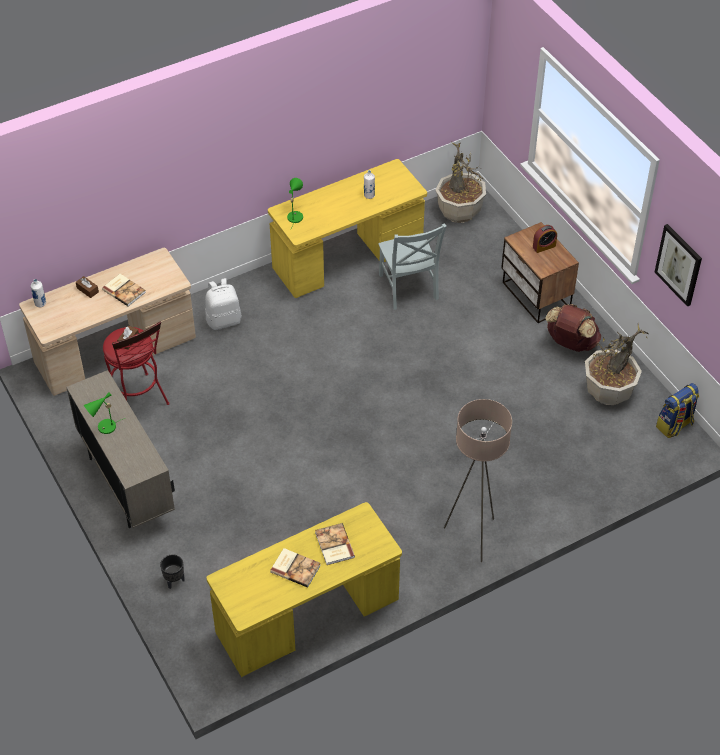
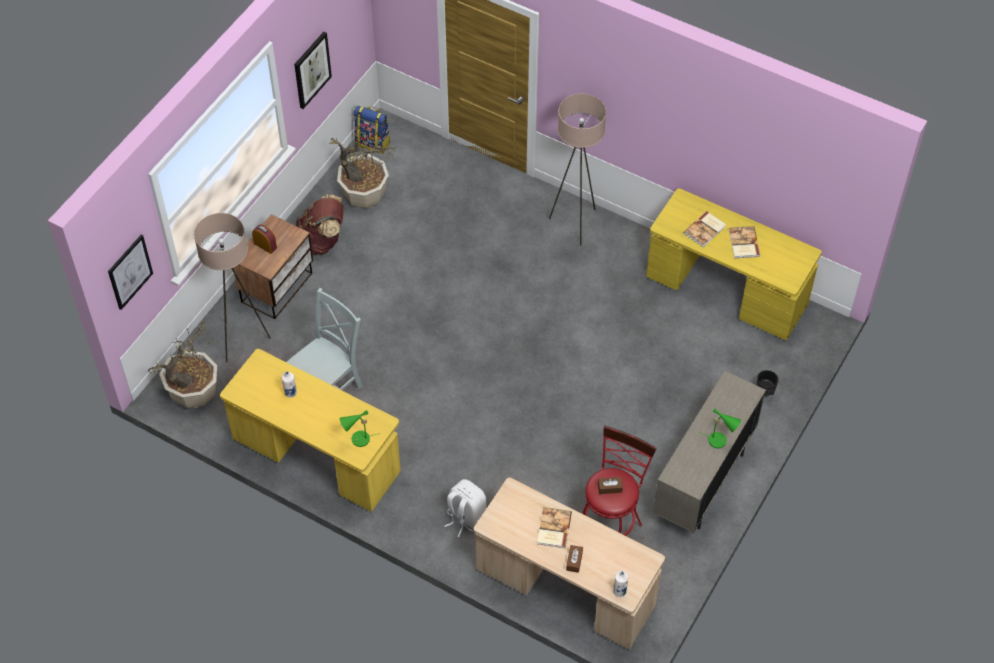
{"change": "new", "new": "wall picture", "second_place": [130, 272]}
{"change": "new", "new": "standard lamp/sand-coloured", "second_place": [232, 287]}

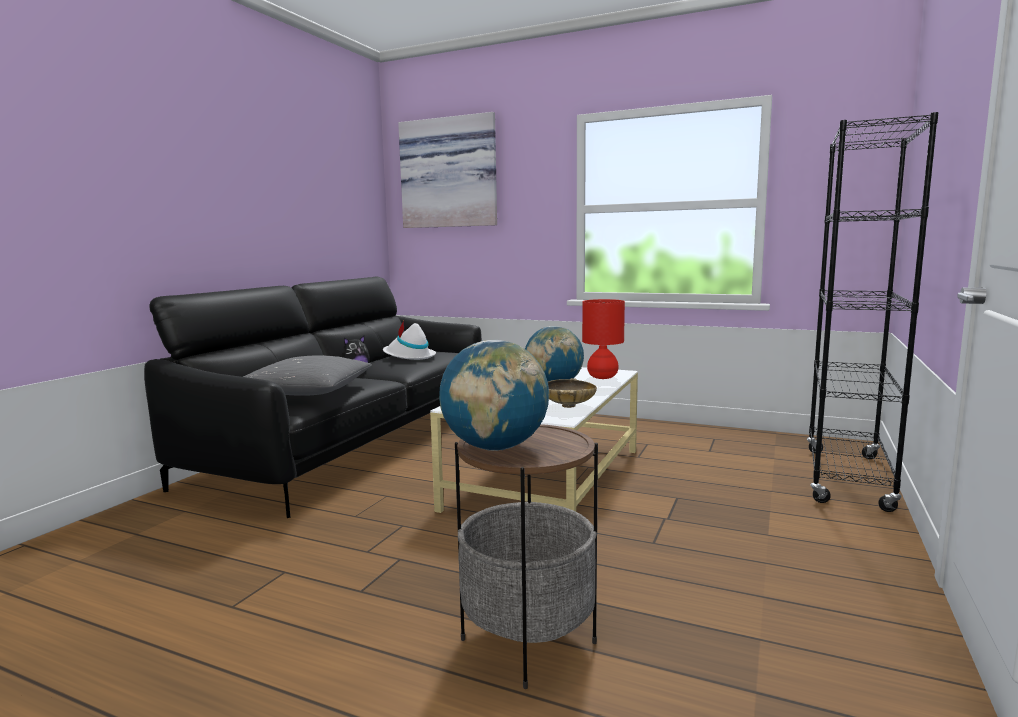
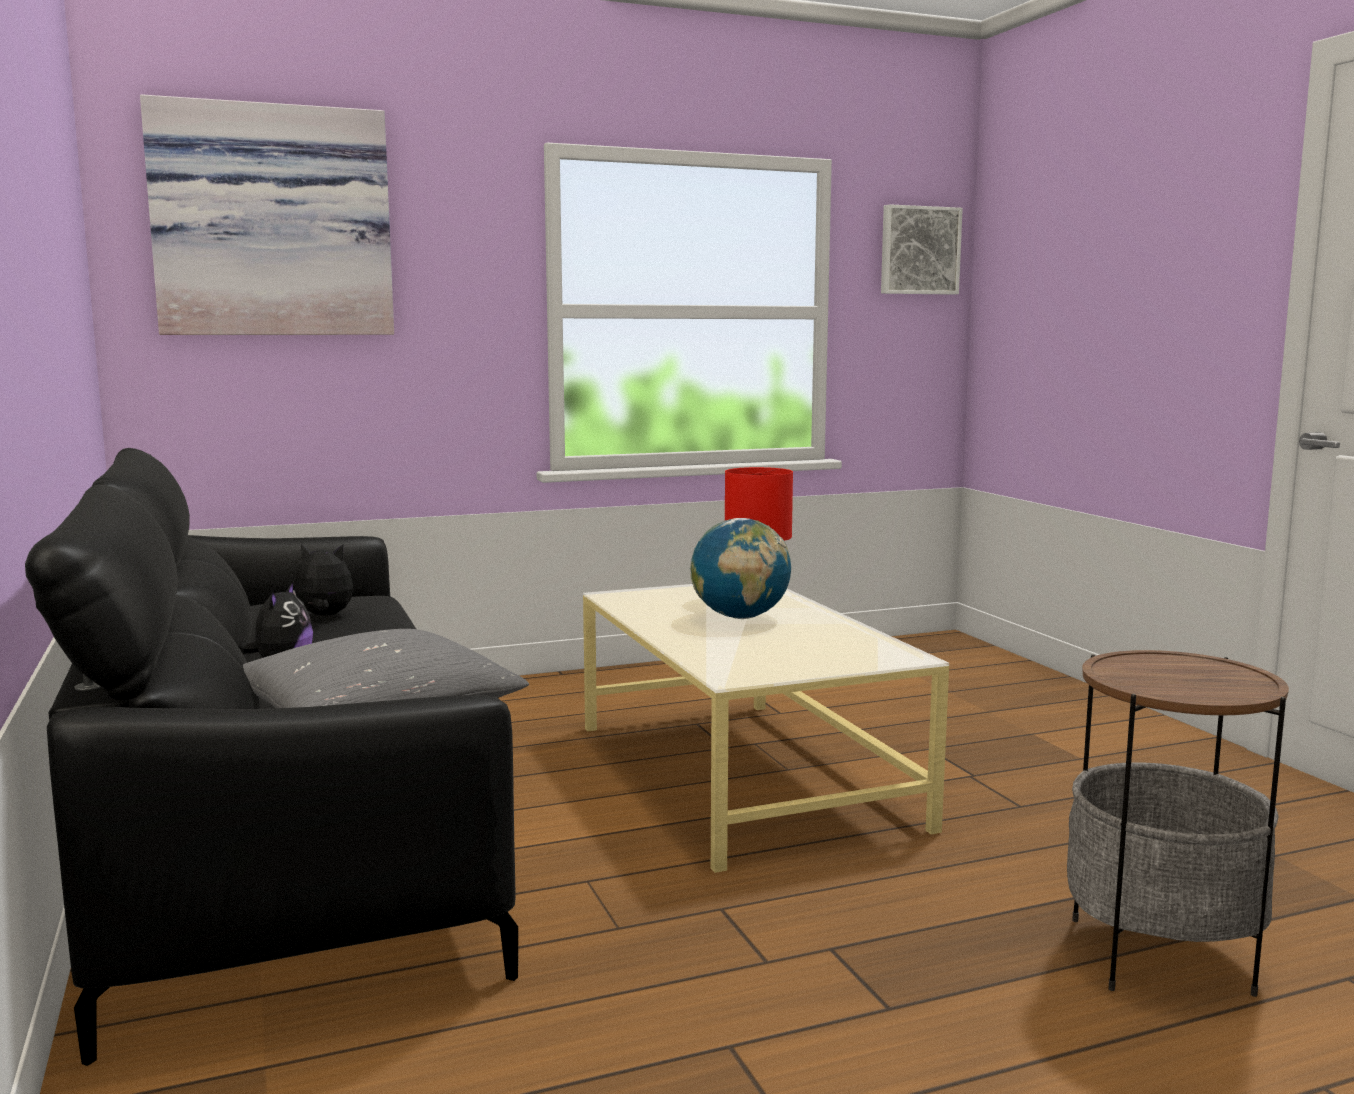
{"change": "swapped", "old": "clothing hat/white-coloured", "new": "soft toy", "first_place": [409, 340], "second_place": [323, 580]}
{"change": "gone", "old": "desk globe", "first_place": [494, 395]}
{"change": "gone", "old": "deep dish/sand-coloured", "first_place": [572, 393]}
{"change": "gone", "old": "shelving unit/black-coloured", "first_place": [873, 312]}
{"change": "new", "new": "wall picture", "second_place": [922, 249]}

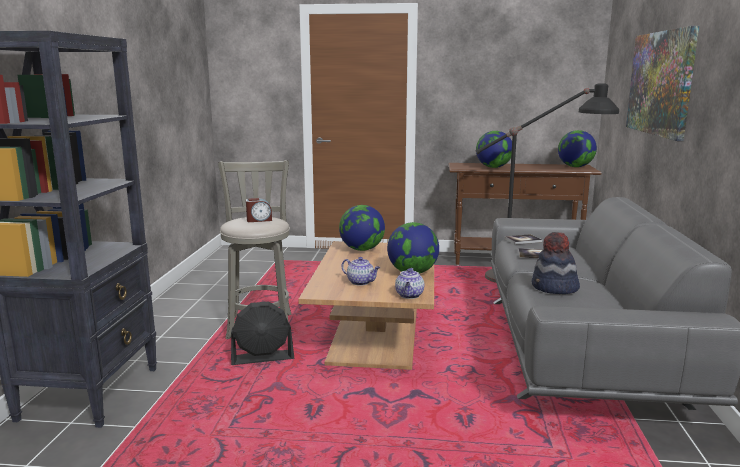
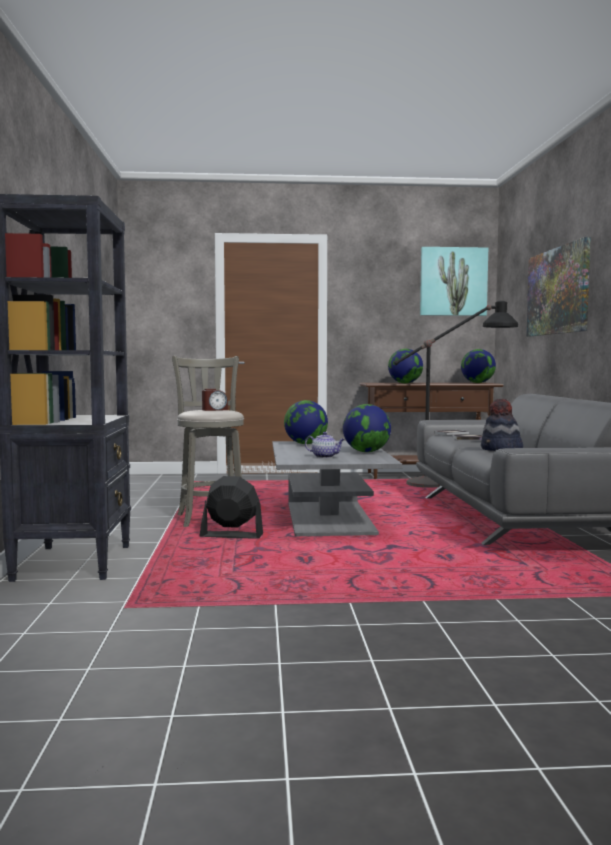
{"change": "rotated", "old": "electric fan/black-coloured", "first_place": [262, 333], "second_place": [231, 507], "degrees": -150}
{"change": "repainted", "old": "lounge table/brown", "new": "lounge table/gray", "first_place": [366, 305], "second_place": [337, 488]}
{"change": "gone", "old": "pot for tea", "first_place": [409, 283]}
{"change": "new", "new": "wall picture", "second_place": [454, 281]}

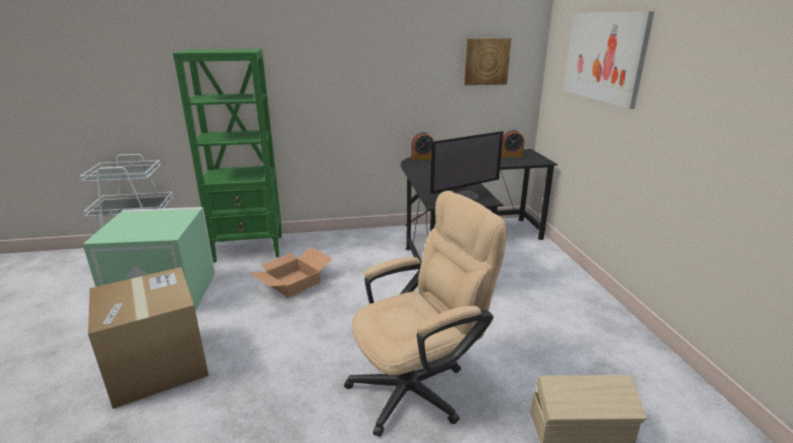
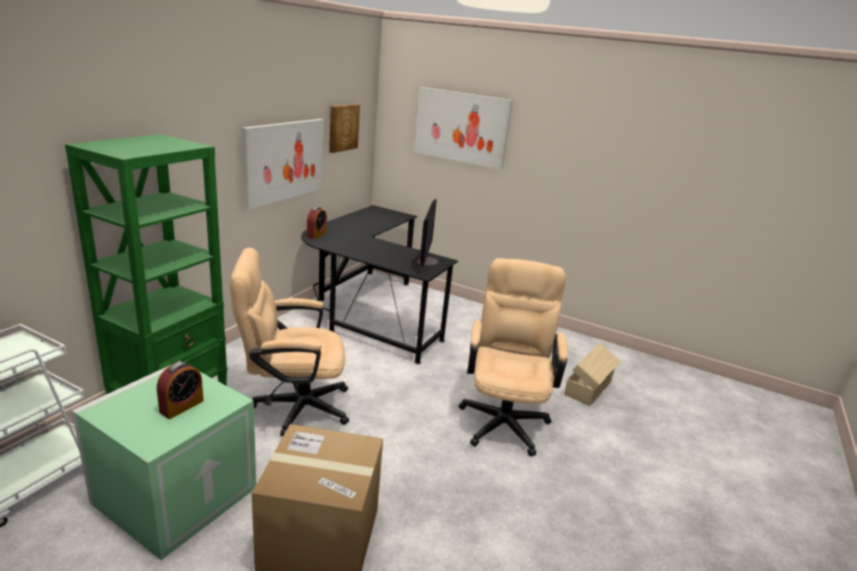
{"change": "swapped", "old": "packing box", "new": "desk chair/sand-coloured", "first_place": [291, 272], "second_place": [289, 342]}
{"change": "shifted", "old": "bedside clock", "first_place": [512, 143], "second_place": [180, 390]}
{"change": "new", "new": "wall picture", "second_place": [283, 164]}

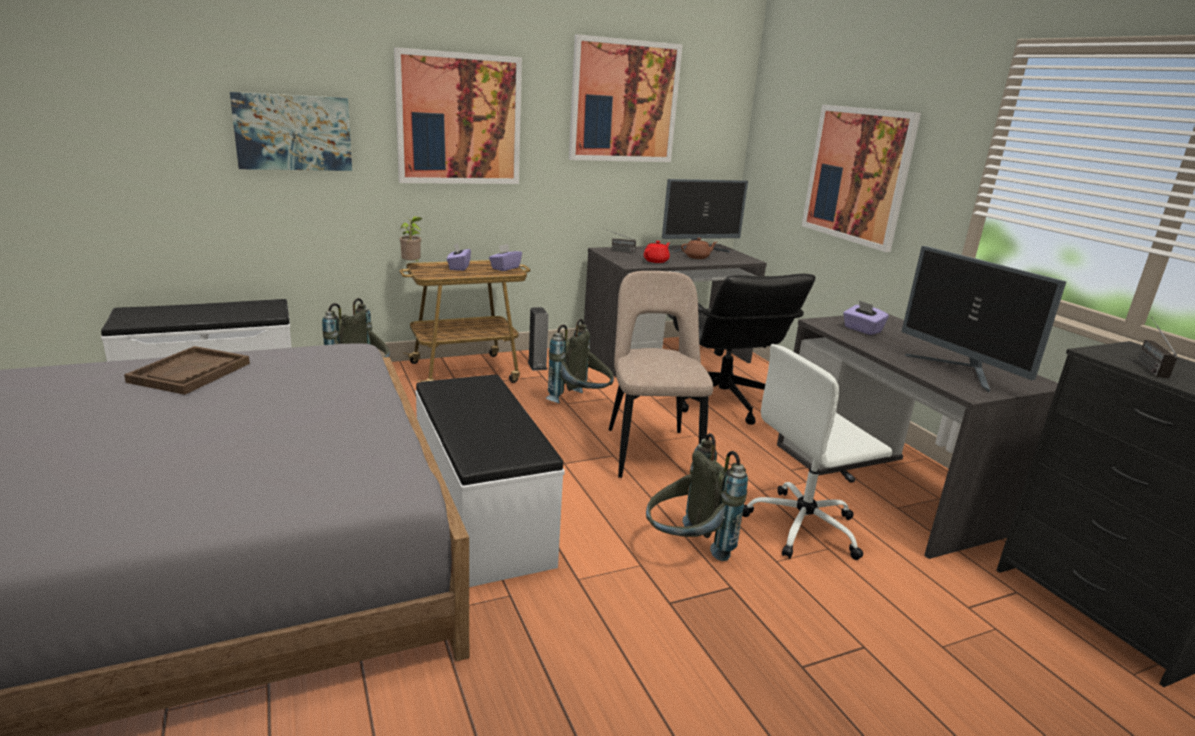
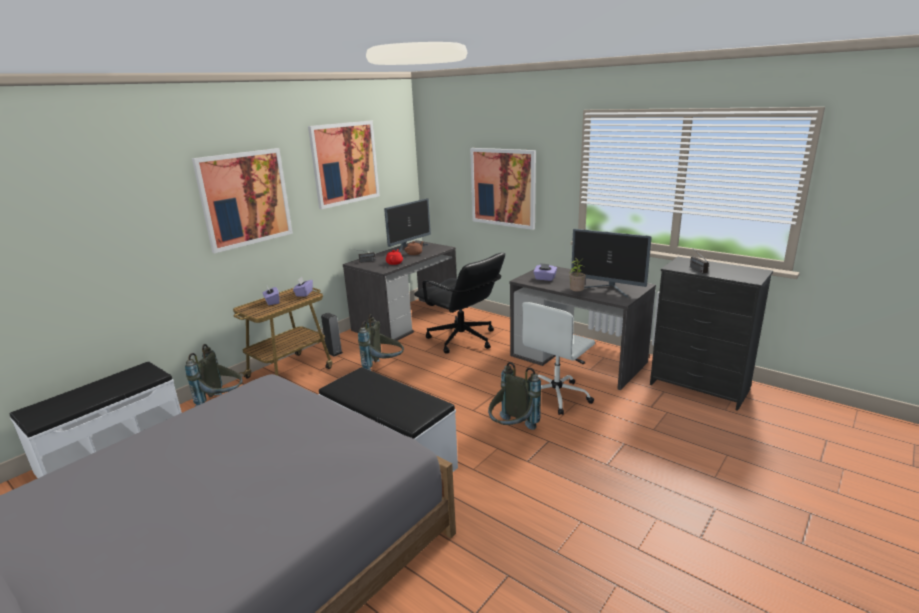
{"change": "gone", "old": "carrying tray/brown", "first_place": [187, 370]}
{"change": "gone", "old": "wall picture", "first_place": [291, 131]}
{"change": "shifted", "old": "plant in a pot", "first_place": [411, 239], "second_place": [578, 274]}
{"change": "gone", "old": "chair/sand-coloured", "first_place": [661, 374]}

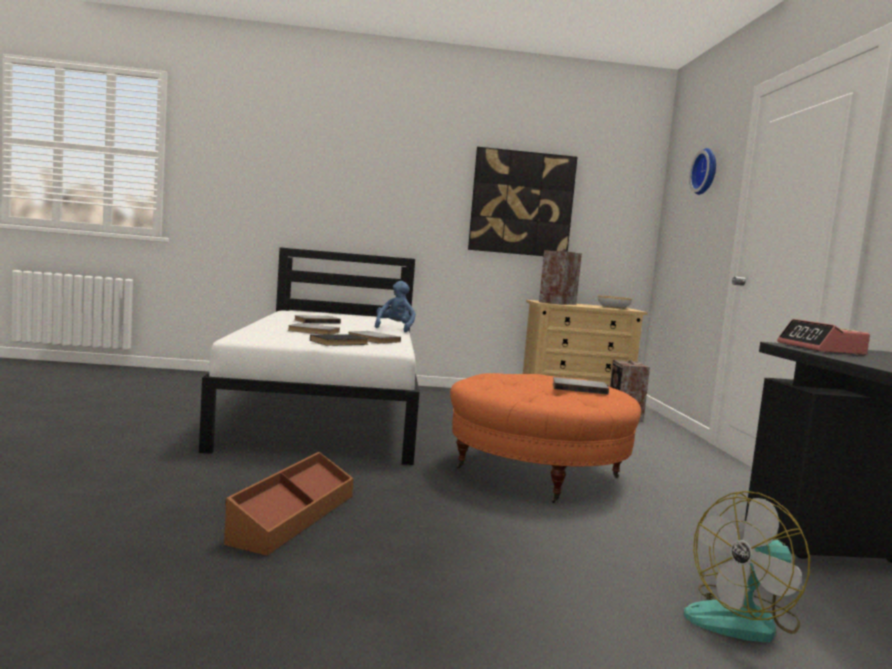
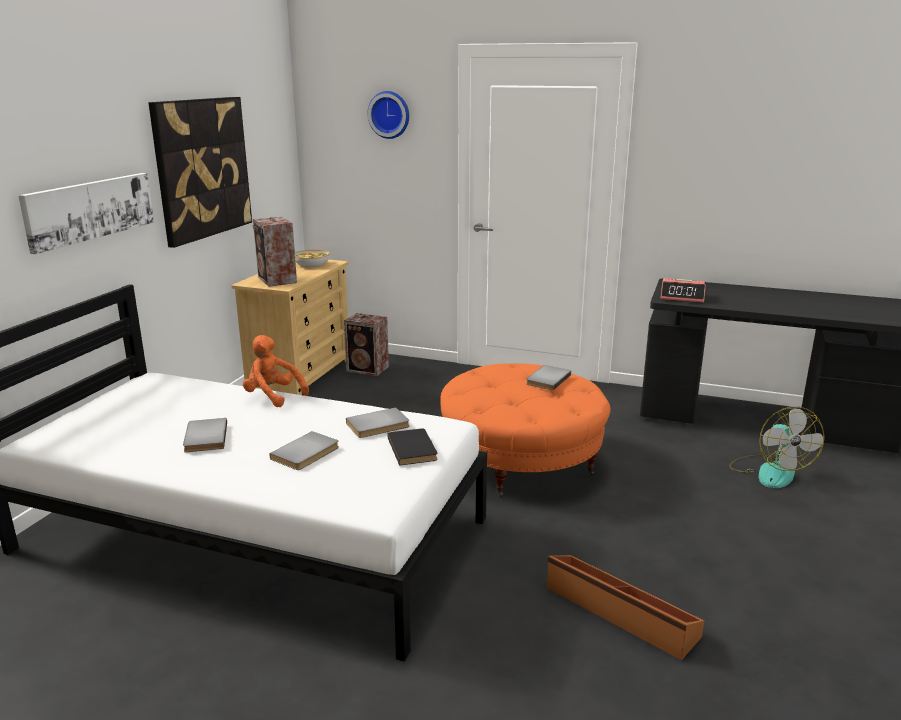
{"change": "repainted", "old": "soft toy/blue", "new": "soft toy/orangey", "first_place": [395, 307], "second_place": [276, 371]}
{"change": "new", "new": "wall picture", "second_place": [86, 213]}

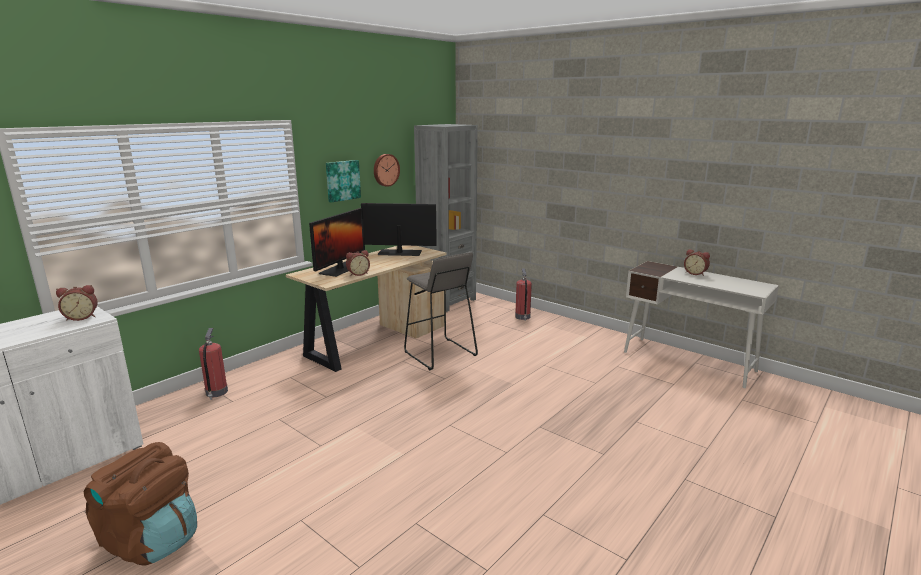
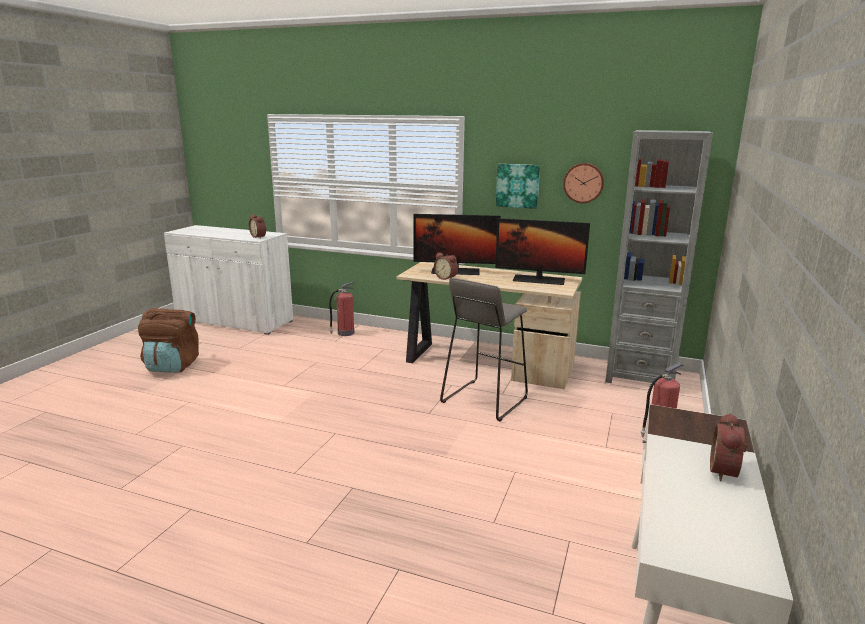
{"change": "rotated", "old": "monitor", "first_place": [399, 229], "second_place": [542, 251], "degrees": 120}

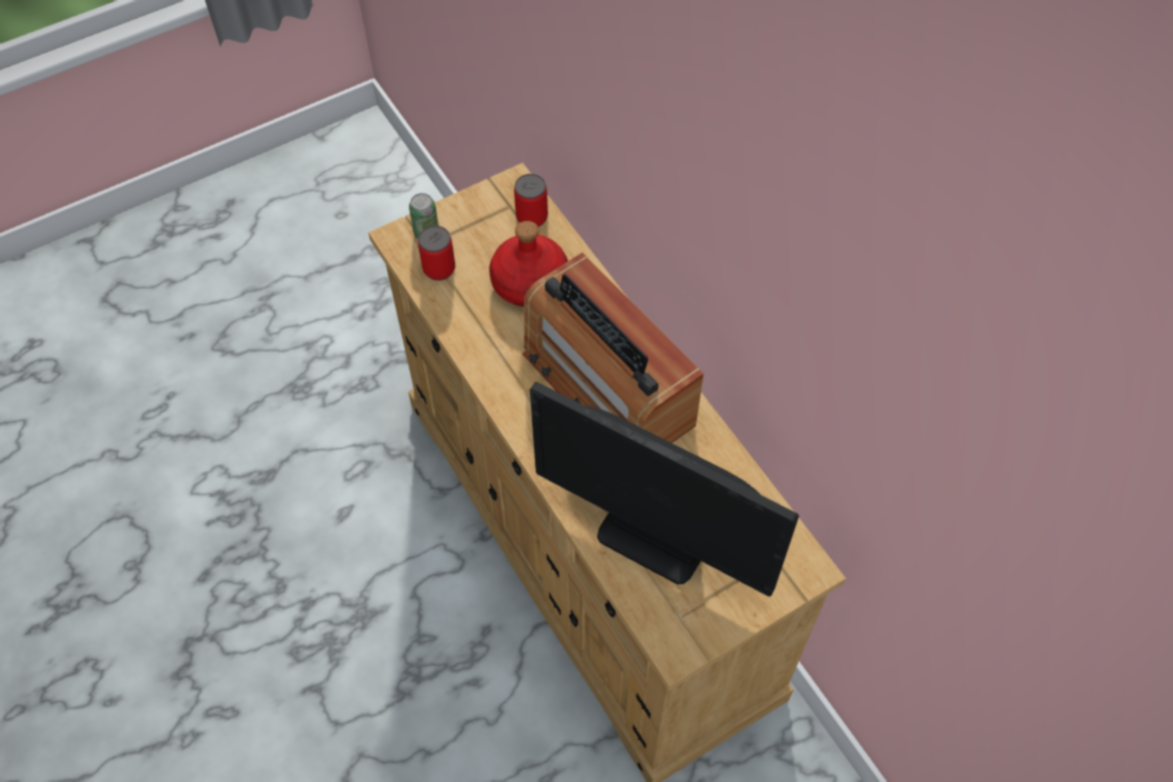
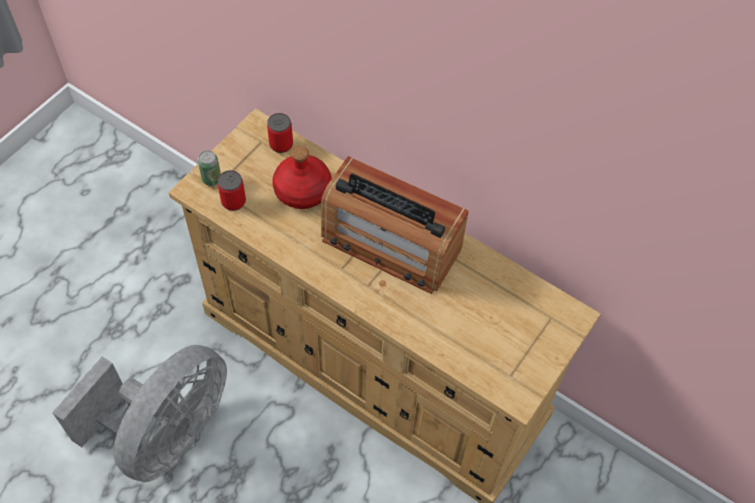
{"change": "gone", "old": "monitor", "first_place": [664, 489]}
{"change": "new", "new": "electric fan/gray", "second_place": [139, 414]}

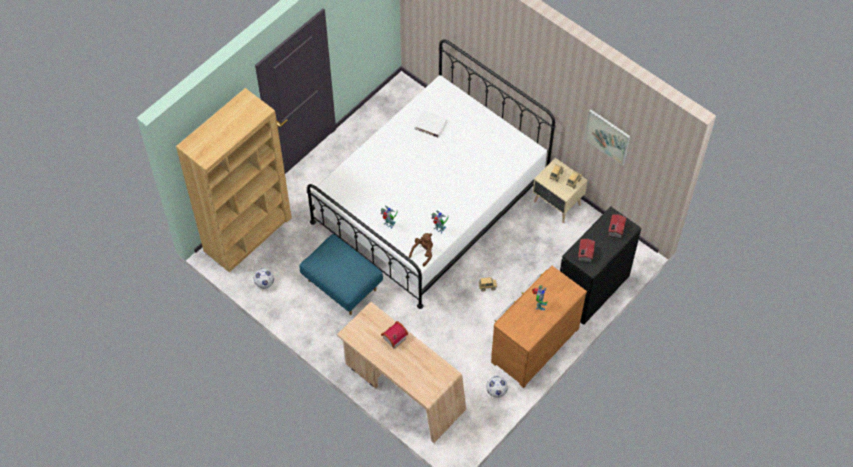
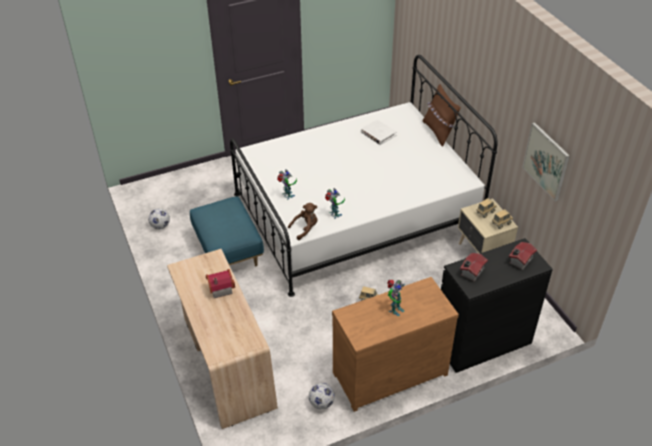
{"change": "gone", "old": "shelving unit/brown", "first_place": [234, 180]}
{"change": "new", "new": "cushion/brown", "second_place": [442, 115]}

